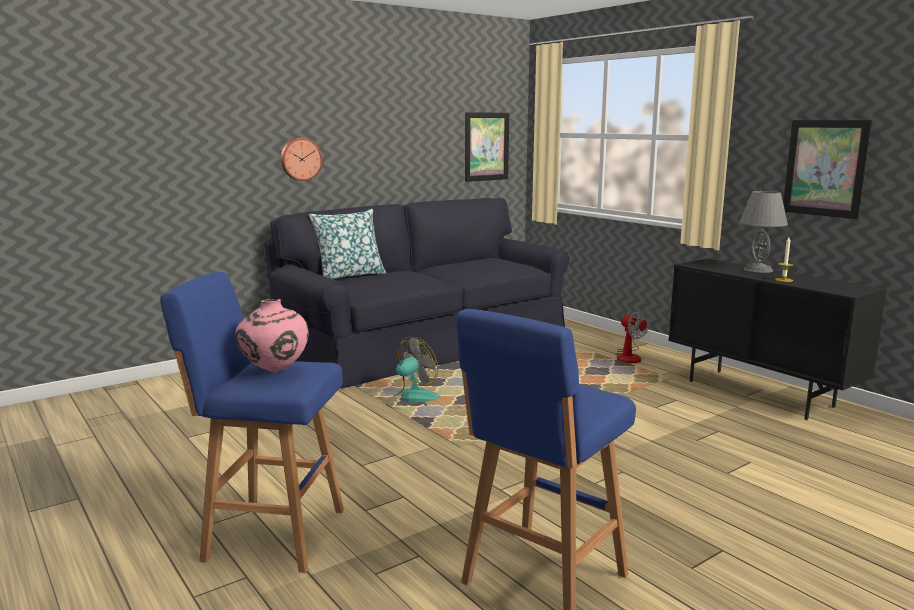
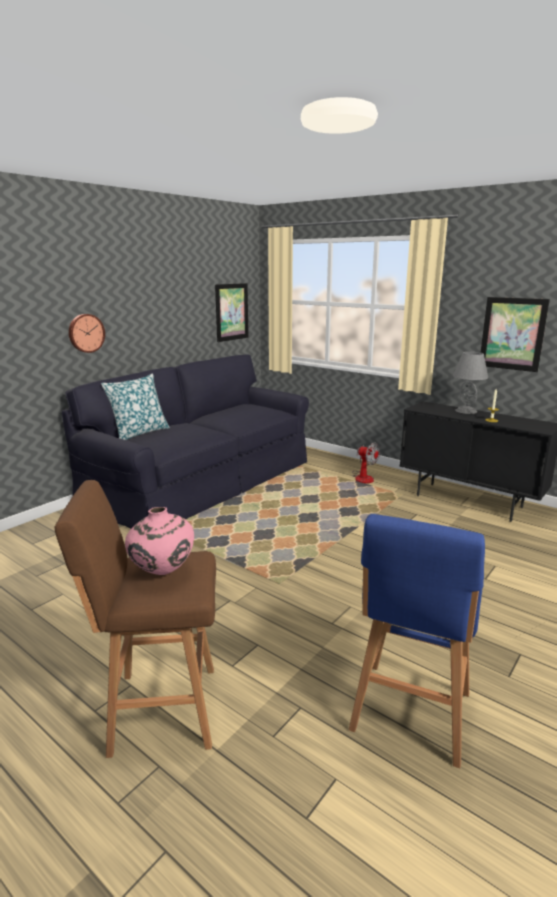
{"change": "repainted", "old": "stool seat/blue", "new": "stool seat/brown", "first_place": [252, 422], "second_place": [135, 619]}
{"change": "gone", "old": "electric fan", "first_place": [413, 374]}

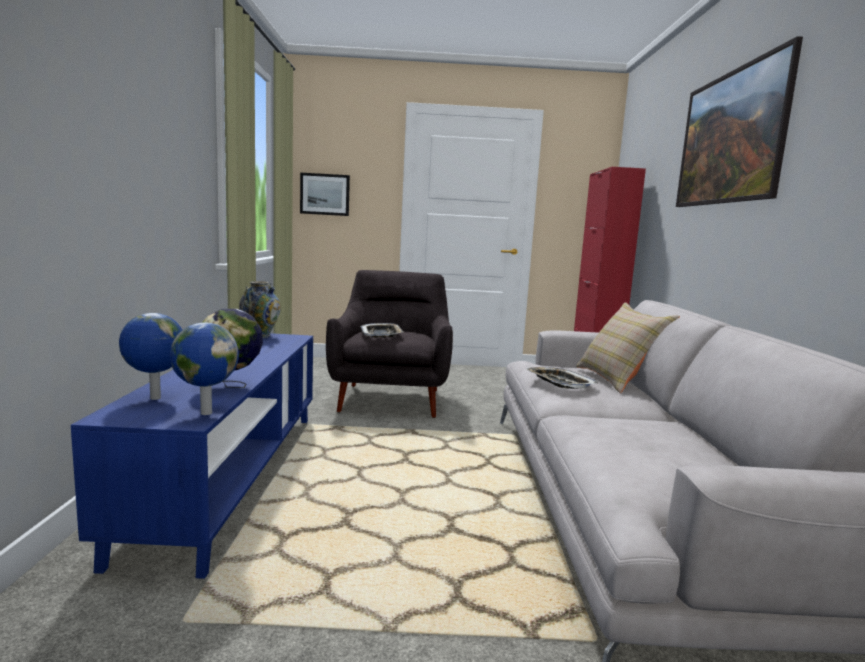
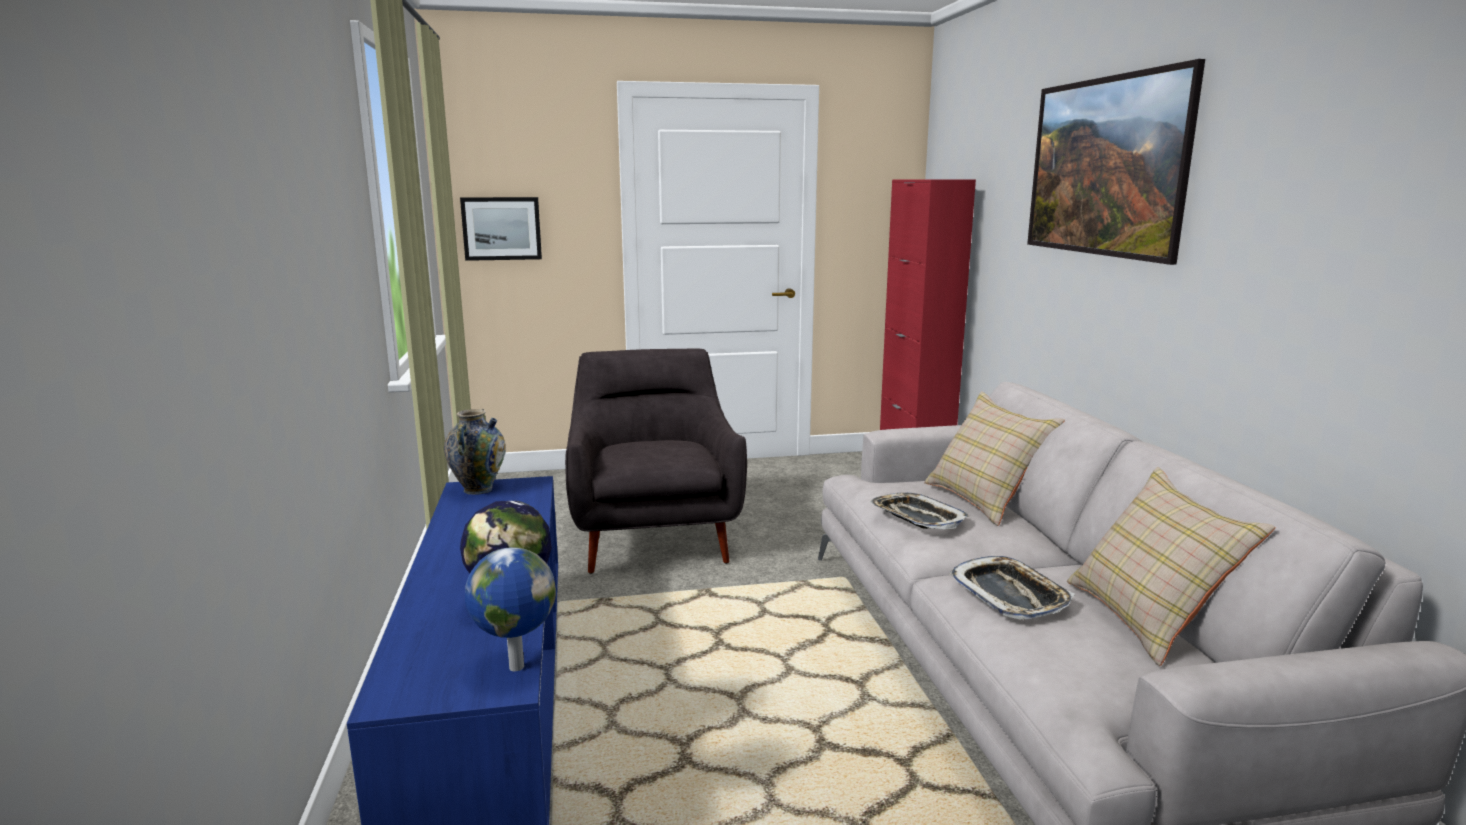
{"change": "gone", "old": "desk globe", "first_place": [150, 356]}
{"change": "shifted", "old": "carrying tray", "first_place": [382, 330], "second_place": [1012, 588]}
{"change": "new", "new": "cushion/sand-coloured", "second_place": [1171, 566]}

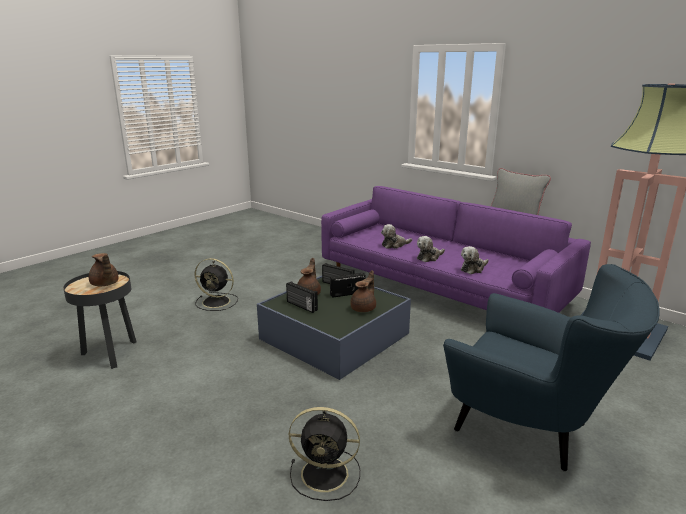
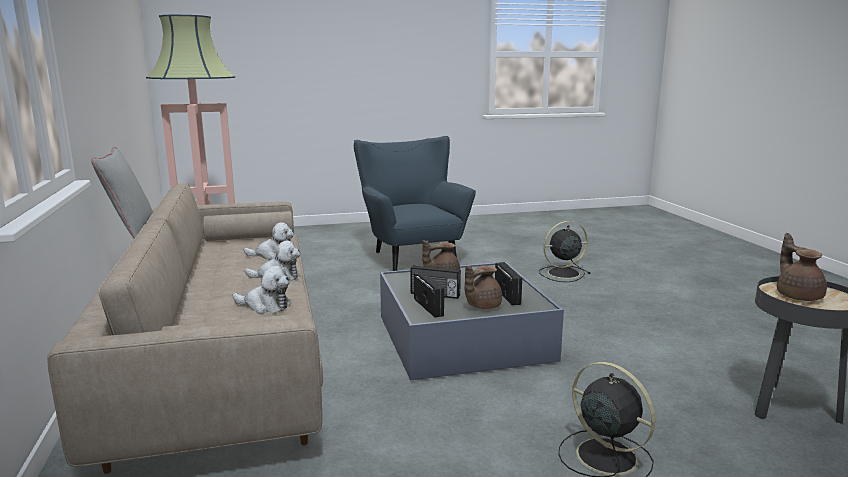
{"change": "rotated", "old": "electric fan/black-coloured", "first_place": [324, 454], "second_place": [564, 251], "degrees": -60}
{"change": "repainted", "old": "sofa/purplish", "new": "sofa/sand-coloured", "first_place": [456, 249], "second_place": [185, 328]}

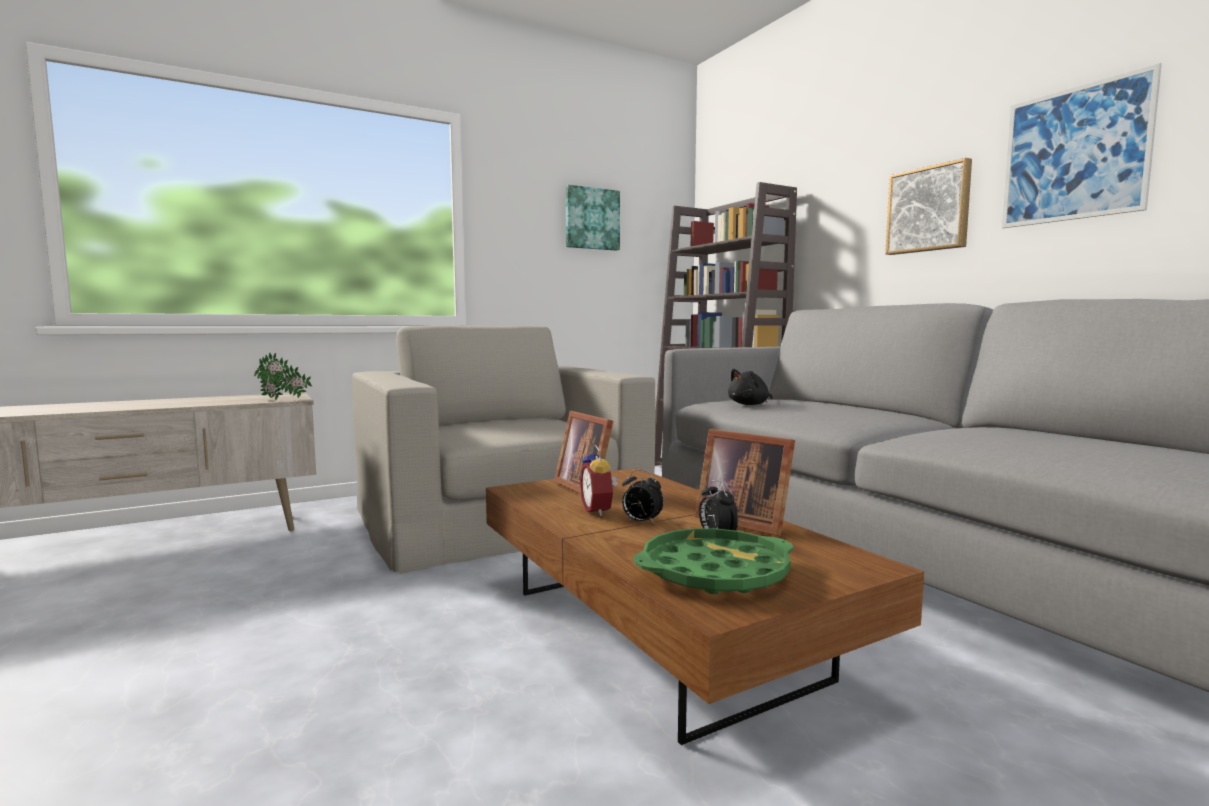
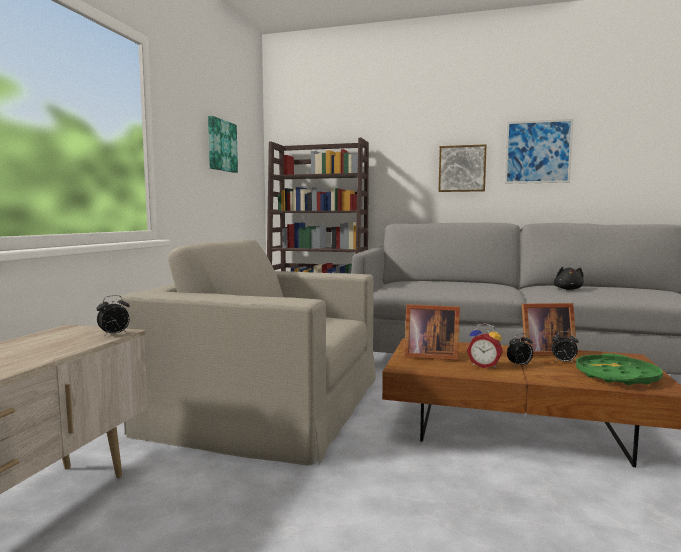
{"change": "swapped", "old": "plant in a pot", "new": "bedside clock", "first_place": [283, 376], "second_place": [113, 316]}
{"change": "shifted", "old": "soft toy/black-coloured", "first_place": [750, 387], "second_place": [569, 278]}

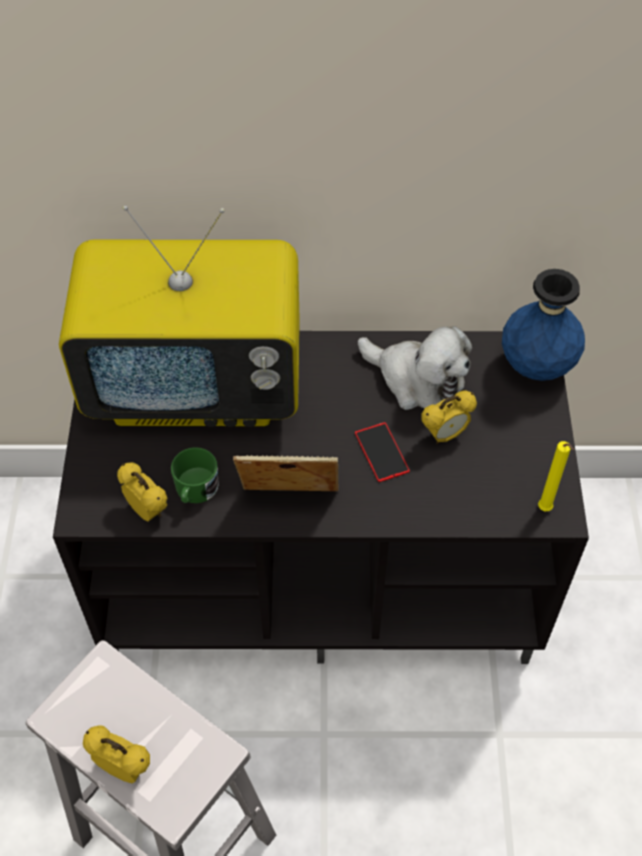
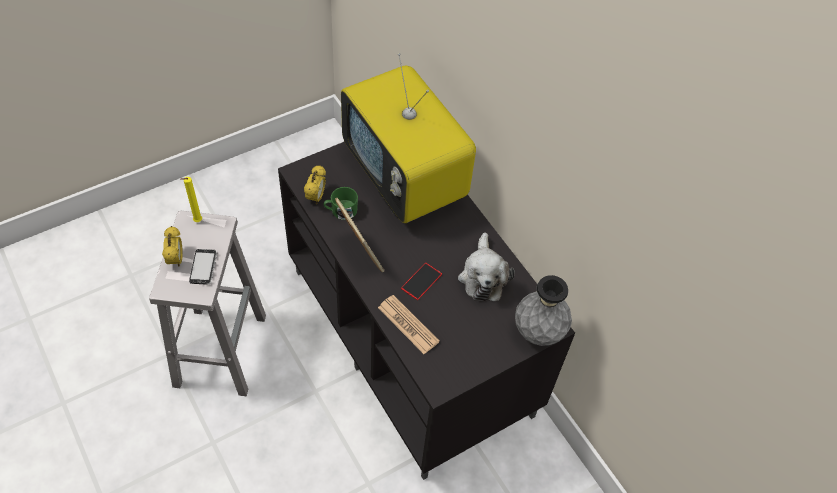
{"change": "gone", "old": "bedside clock", "first_place": [449, 417]}
{"change": "repainted", "old": "decorative vase/blue", "new": "decorative vase/gray", "first_place": [543, 325], "second_place": [543, 310]}
{"change": "shifted", "old": "wax candle/yellowish", "first_place": [556, 476], "second_place": [191, 199]}
{"change": "new", "new": "telephone", "second_place": [203, 267]}
{"change": "new", "new": "newspaper", "second_place": [409, 324]}

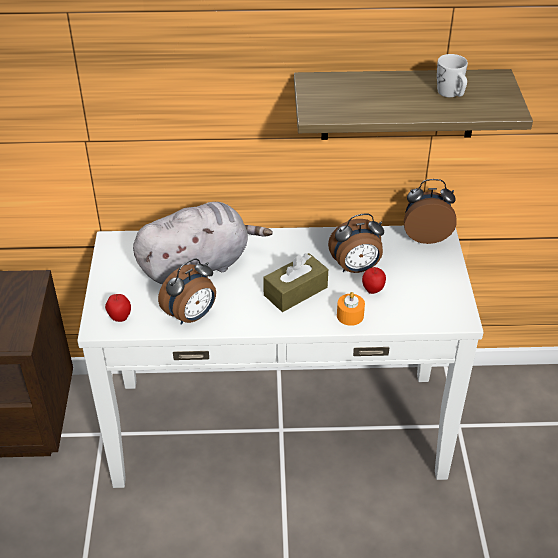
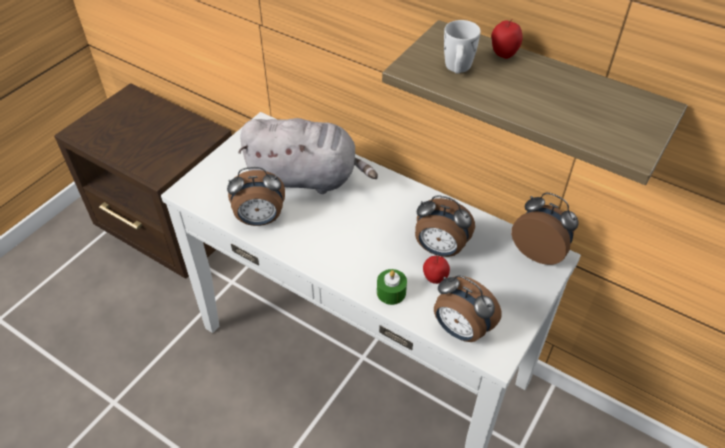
{"change": "shifted", "old": "whole apple", "first_place": [118, 308], "second_place": [507, 39]}
{"change": "gone", "old": "tissue holder/brown", "first_place": [295, 282]}
{"change": "repainted", "old": "wax candle/orangey", "new": "wax candle/green-coloured", "first_place": [351, 309], "second_place": [392, 287]}
{"change": "shifted", "old": "tea mug/white-coloured", "first_place": [452, 75], "second_place": [462, 47]}
{"change": "new", "new": "bedside clock", "second_place": [468, 308]}

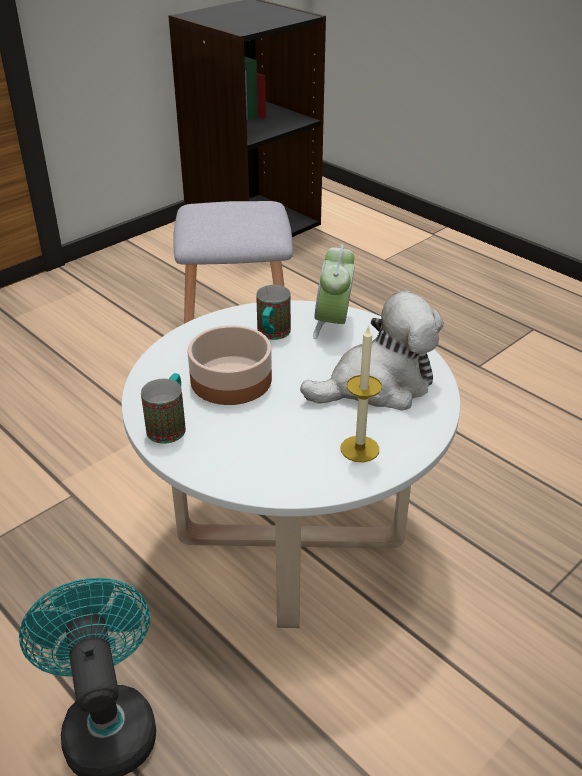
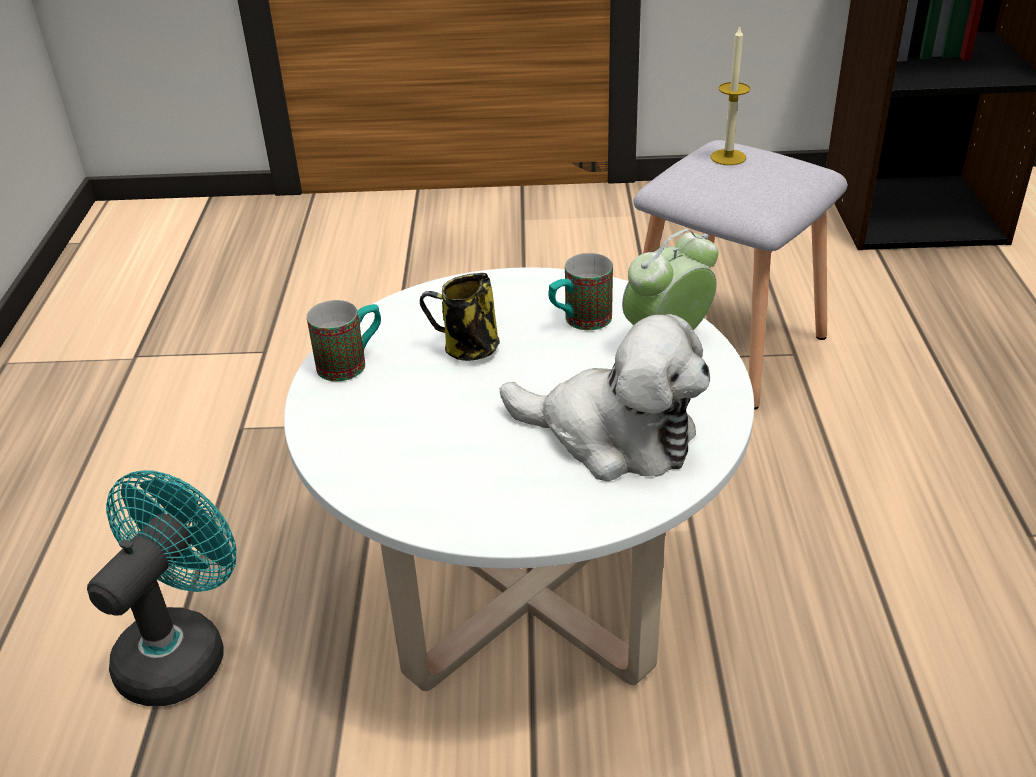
{"change": "swapped", "old": "deep dish", "new": "tea mug", "first_place": [230, 365], "second_place": [460, 317]}
{"change": "shifted", "old": "wax candle", "first_place": [361, 393], "second_place": [730, 96]}

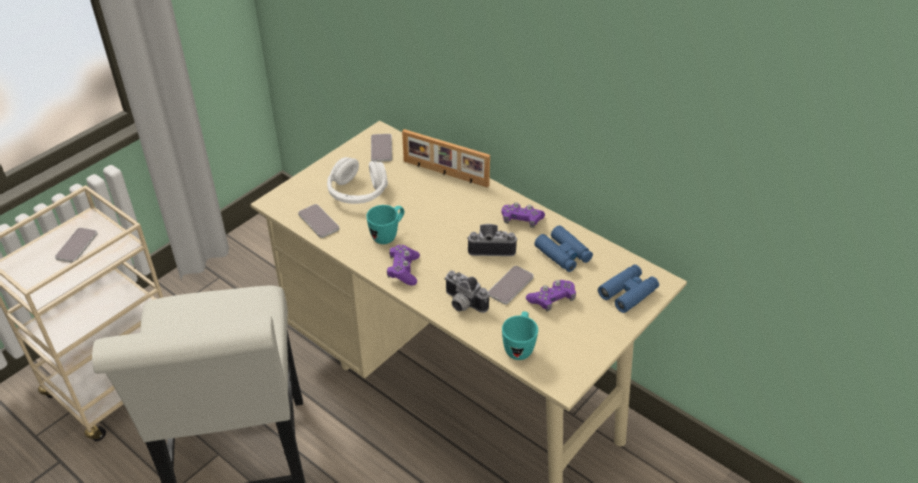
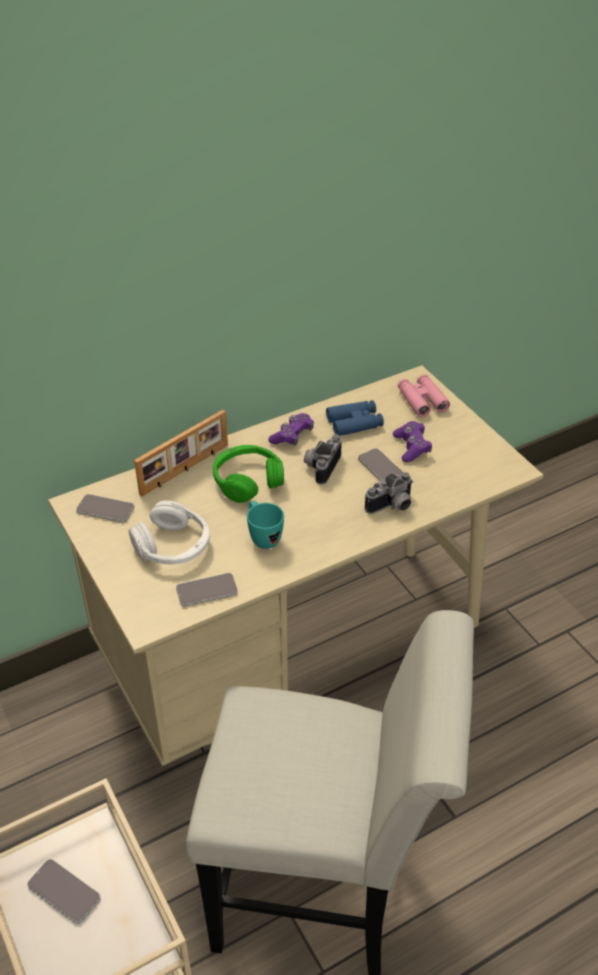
{"change": "gone", "old": "joypad/purplish", "first_place": [403, 265]}
{"change": "gone", "old": "tea mug/turquoise", "first_place": [520, 336]}
{"change": "repainted", "old": "field glasses/blue", "new": "field glasses/pinkish", "first_place": [628, 288], "second_place": [424, 395]}
{"change": "new", "new": "pair of headphones/green-coloured", "second_place": [248, 474]}

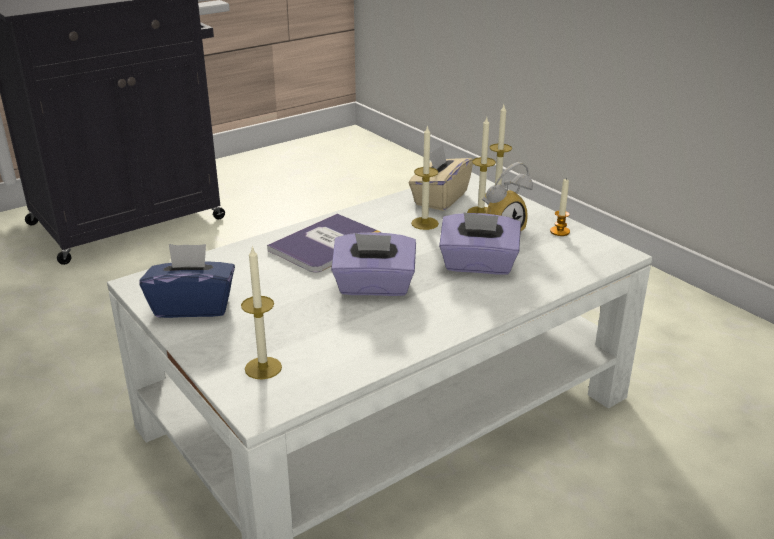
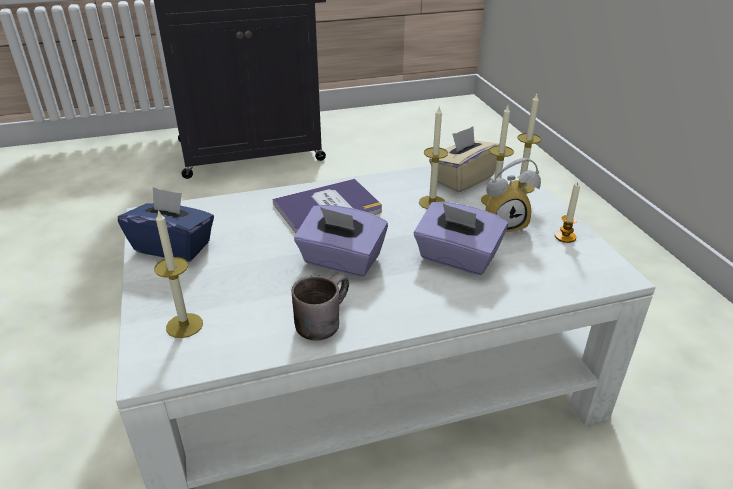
{"change": "new", "new": "tea mug/brown", "second_place": [320, 307]}

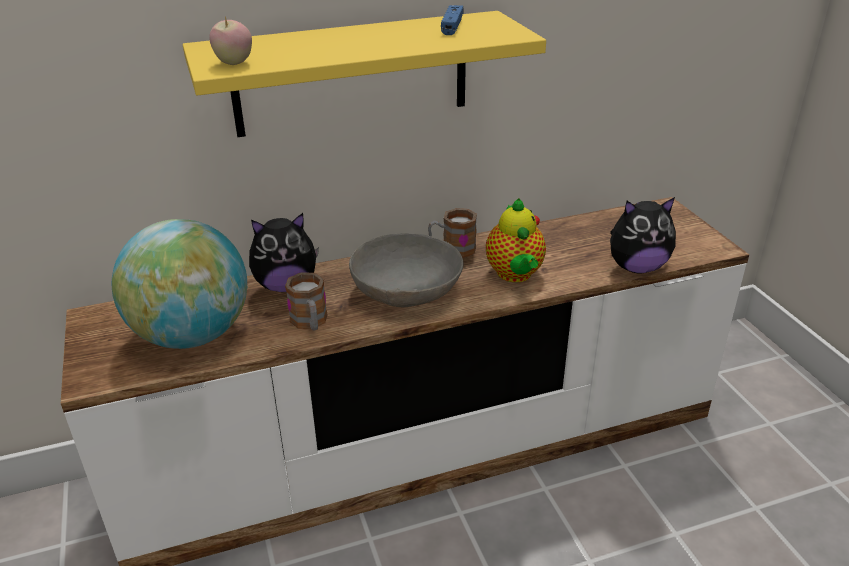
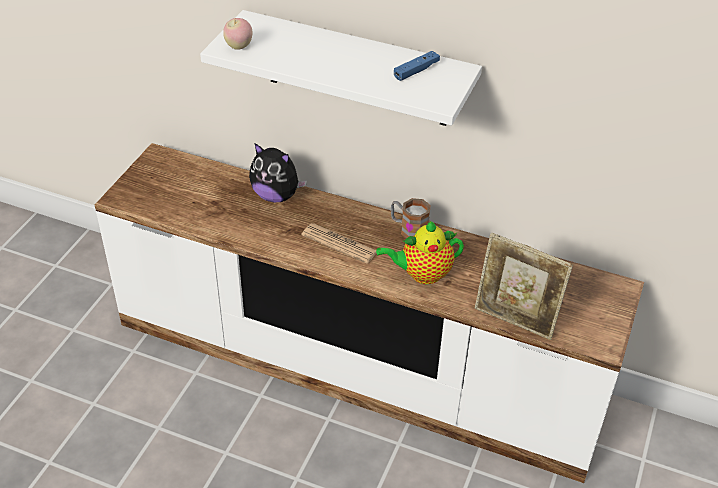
{"change": "gone", "old": "desk globe", "first_place": [179, 284]}
{"change": "repainted", "old": "wall shelf/yellowish", "new": "wall shelf/white-coloured", "first_place": [364, 74], "second_place": [341, 68]}
{"change": "gone", "old": "tea mug", "first_place": [306, 301]}
{"change": "swapped", "old": "deep dish/gray", "new": "newspaper", "first_place": [406, 270], "second_place": [339, 243]}
{"change": "rotated", "old": "pot for tea", "first_place": [516, 240], "second_place": [420, 252], "degrees": 45}
{"change": "swapped", "old": "soft toy", "new": "photo frame", "first_place": [643, 235], "second_place": [524, 286]}

